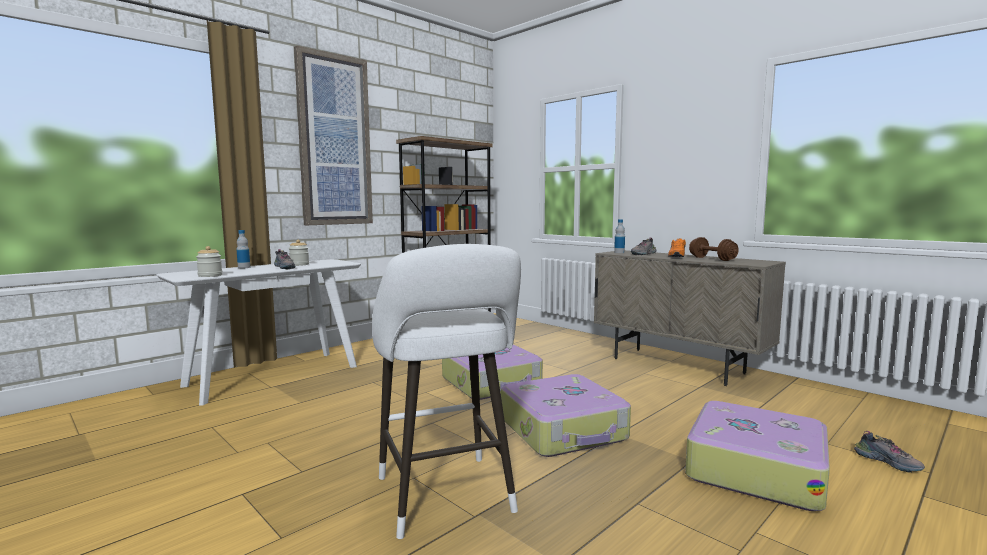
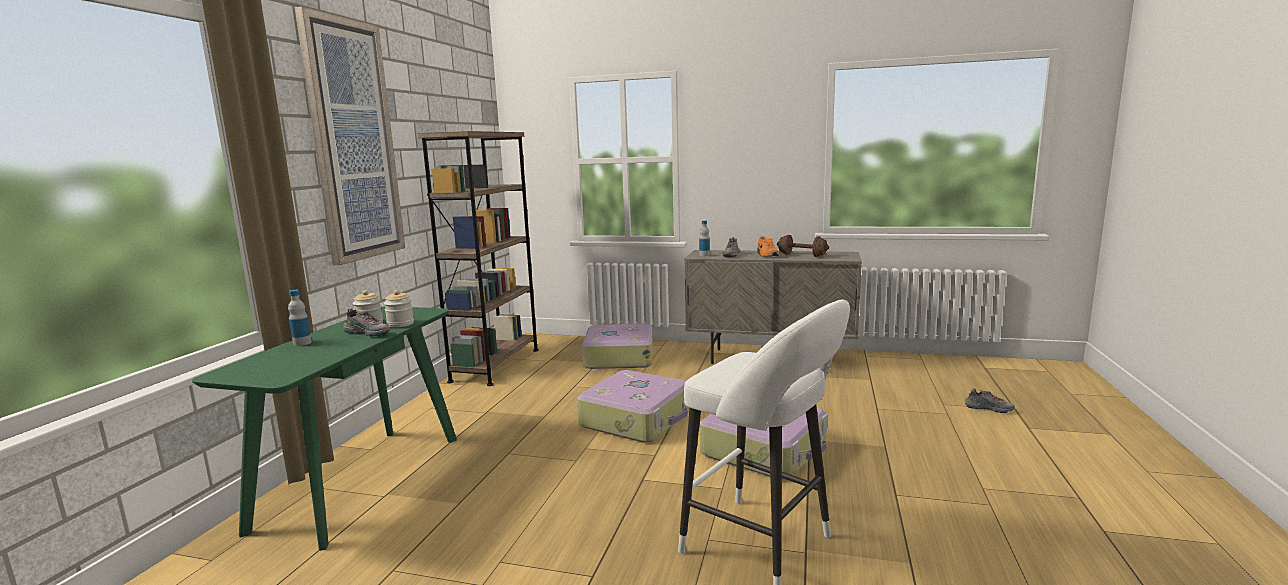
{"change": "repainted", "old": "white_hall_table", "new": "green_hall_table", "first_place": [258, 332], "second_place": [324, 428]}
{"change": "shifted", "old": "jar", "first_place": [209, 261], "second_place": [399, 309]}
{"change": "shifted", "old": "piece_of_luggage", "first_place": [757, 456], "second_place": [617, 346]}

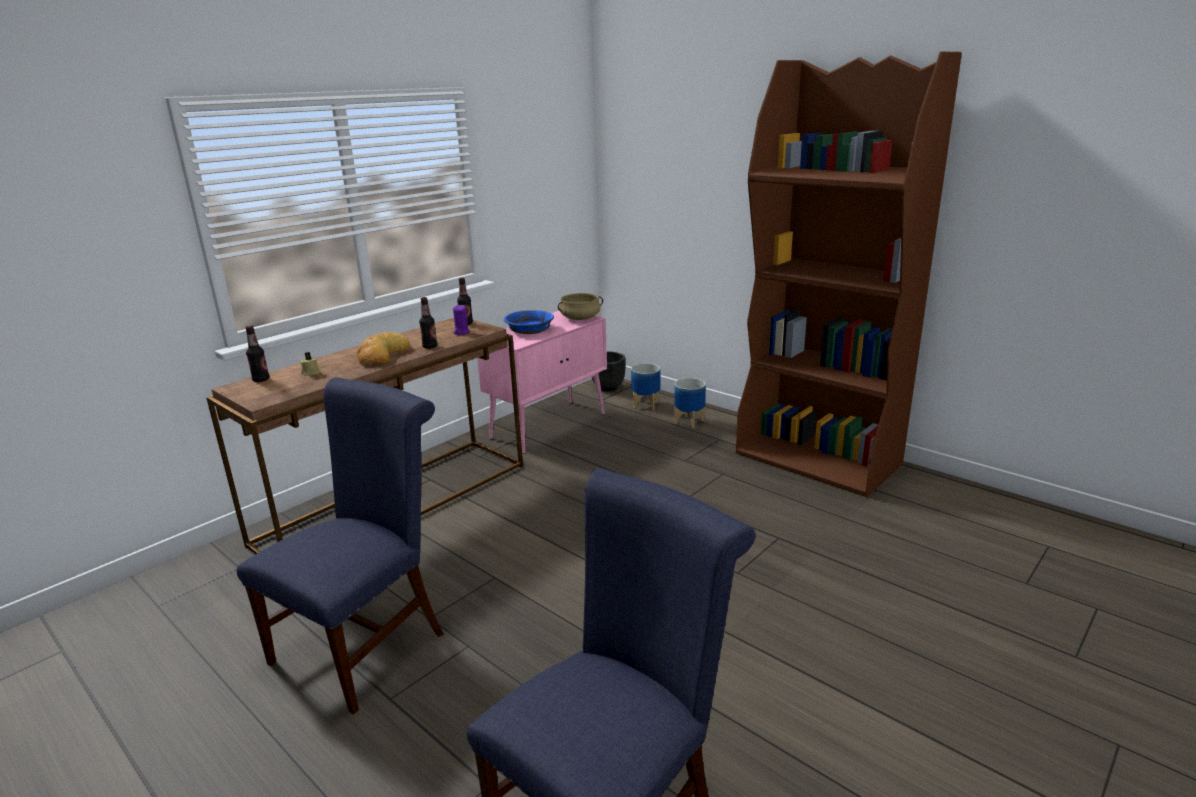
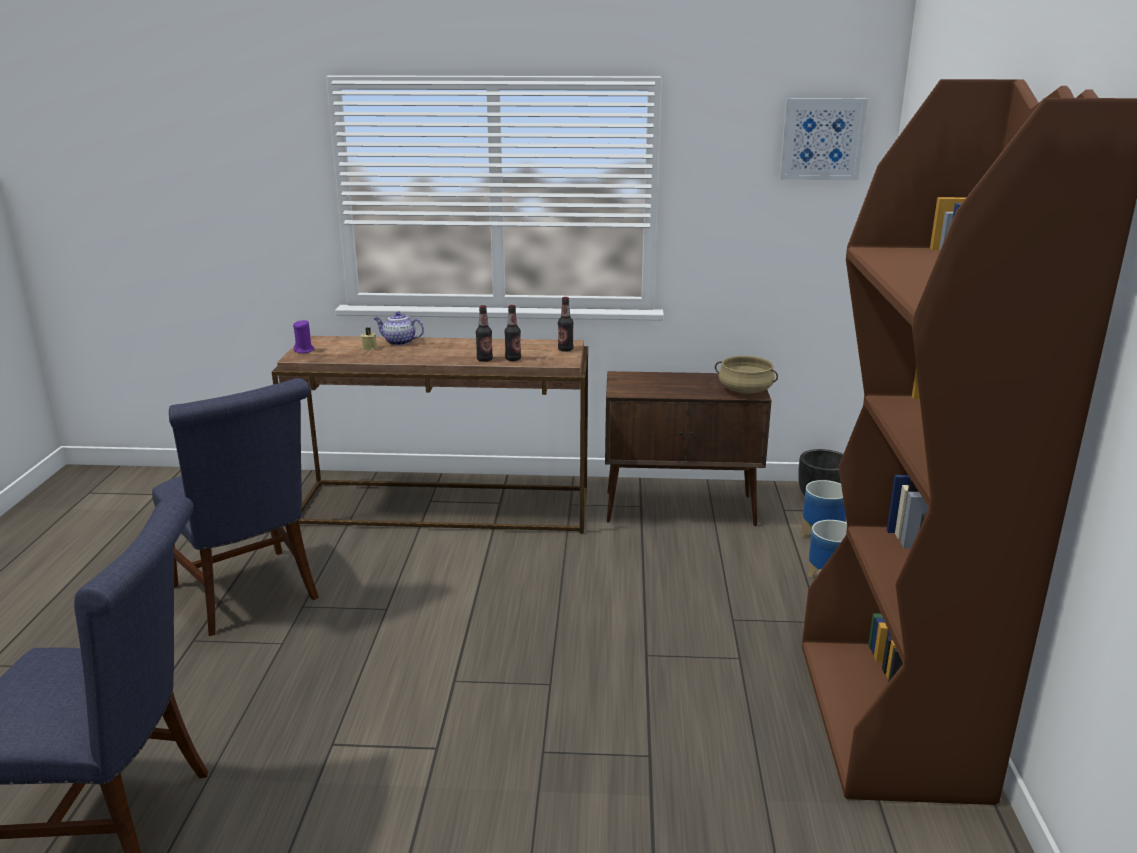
{"change": "rotated", "old": "blue-coloured_plain_chair", "first_place": [340, 545], "second_place": [235, 507], "degrees": 60}
{"change": "shifted", "old": "purple-coloured_wax_light", "first_place": [461, 320], "second_place": [303, 336]}
{"change": "new", "new": "pot_for_tea", "second_place": [399, 328]}
{"change": "shifted", "old": "drink_bottle", "first_place": [257, 354], "second_place": [512, 333]}
{"change": "repainted", "old": "pink-coloured_cupboard", "new": "brown-coloured_cupboard", "first_place": [542, 382], "second_place": [688, 448]}
{"change": "new", "new": "wall_art", "second_place": [823, 139]}
{"change": "gone", "old": "bread", "first_place": [383, 348]}
{"change": "gone", "old": "blue-coloured_deep_dish", "first_place": [529, 322]}

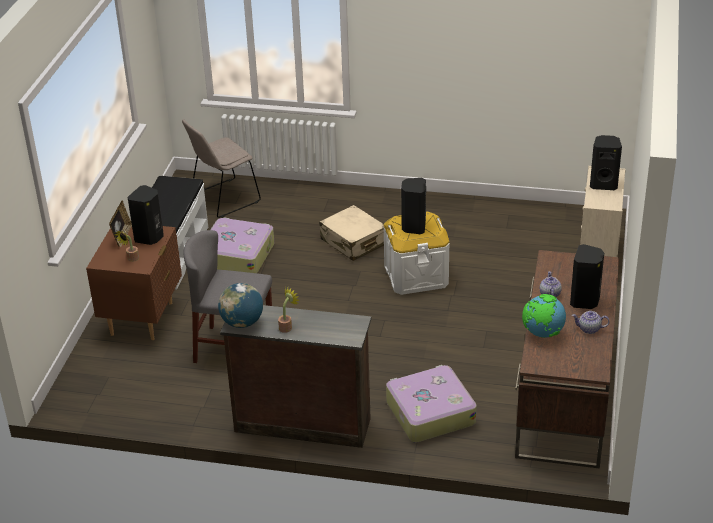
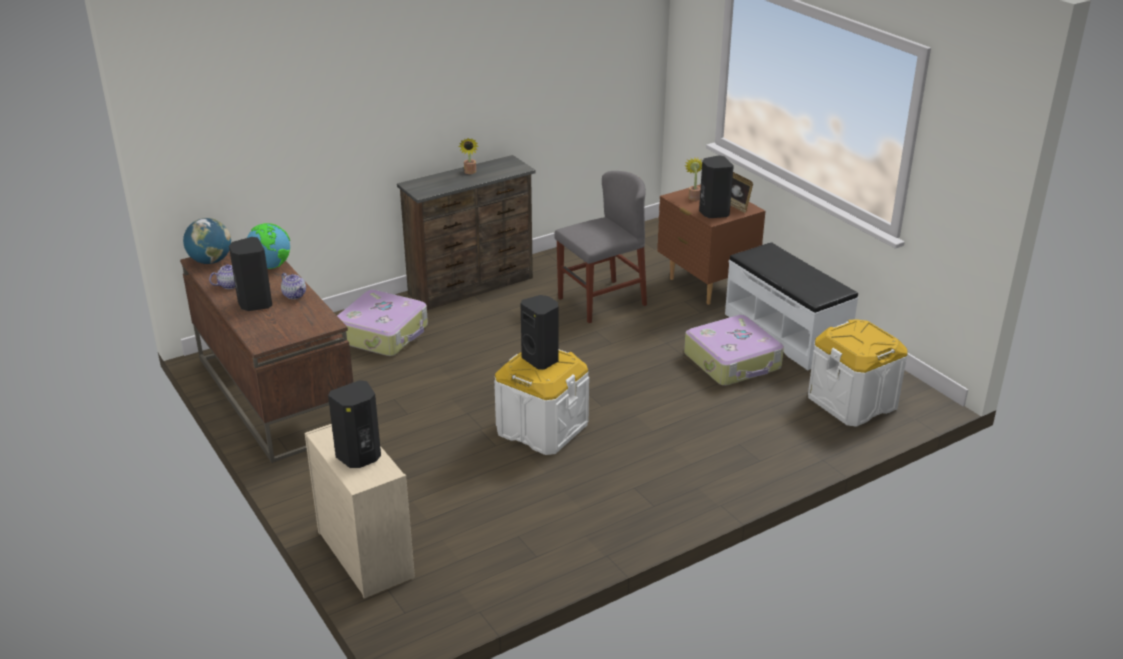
{"change": "shifted", "old": "globe", "first_place": [240, 305], "second_place": [207, 241]}
{"change": "swapped", "old": "sand-coloured_plain_chair", "new": "white_storage_box", "first_place": [221, 168], "second_place": [857, 373]}
{"change": "gone", "old": "sand-coloured_piece_of_luggage", "first_place": [351, 233]}

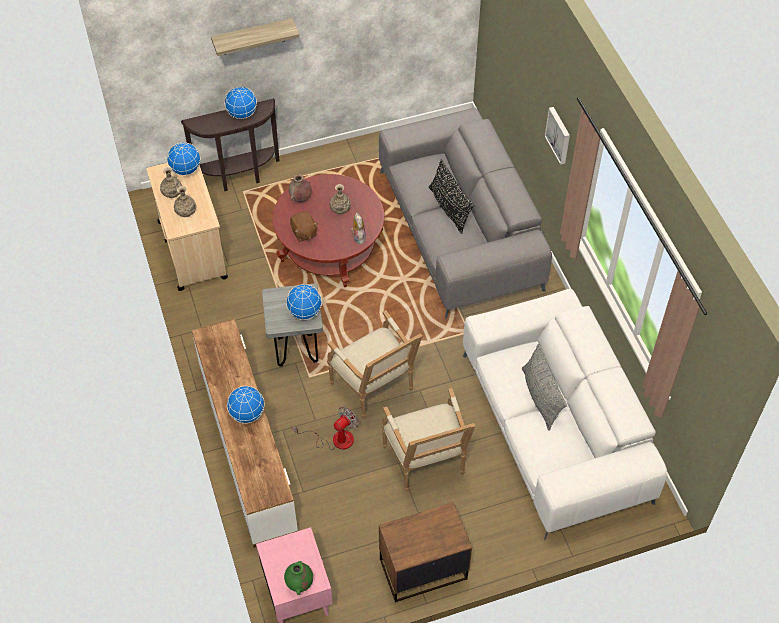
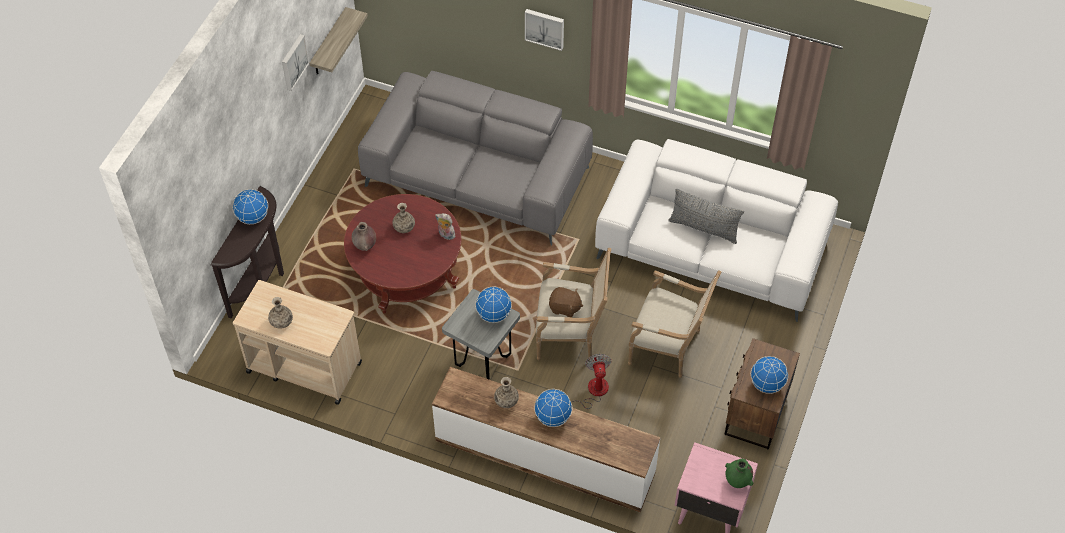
{"change": "new", "new": "wall_art", "second_place": [296, 62]}
{"change": "shifted", "old": "bracket_shelf", "first_place": [255, 37], "second_place": [339, 41]}
{"change": "shifted", "old": "decorative_vase", "first_place": [185, 201], "second_place": [506, 392]}
{"change": "shifted", "old": "brown-coloured_soft_toy", "first_place": [304, 227], "second_place": [566, 302]}
{"change": "shifted", "old": "globe", "first_place": [184, 158], "second_place": [769, 375]}
{"change": "gone", "old": "blackish_cushion", "first_place": [452, 197]}

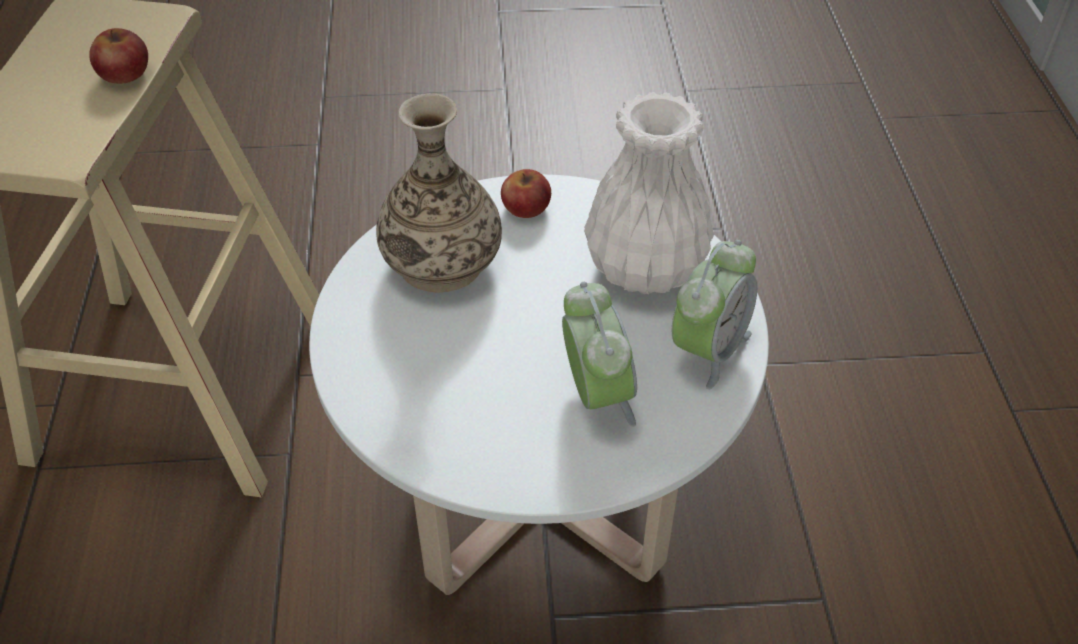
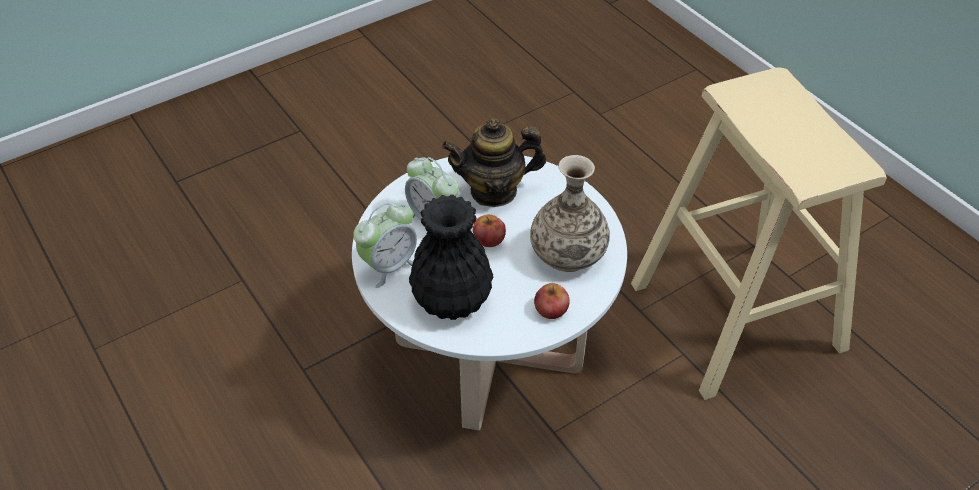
{"change": "rotated", "old": "table_clock", "first_place": [714, 314], "second_place": [385, 245], "degrees": -135}
{"change": "repainted", "old": "white_decorative_vase", "new": "blackish_decorative_vase", "first_place": [649, 193], "second_place": [451, 257]}
{"change": "new", "new": "pot_for_tea", "second_place": [494, 162]}
{"change": "shifted", "old": "apple_fruit", "first_place": [118, 56], "second_place": [489, 231]}

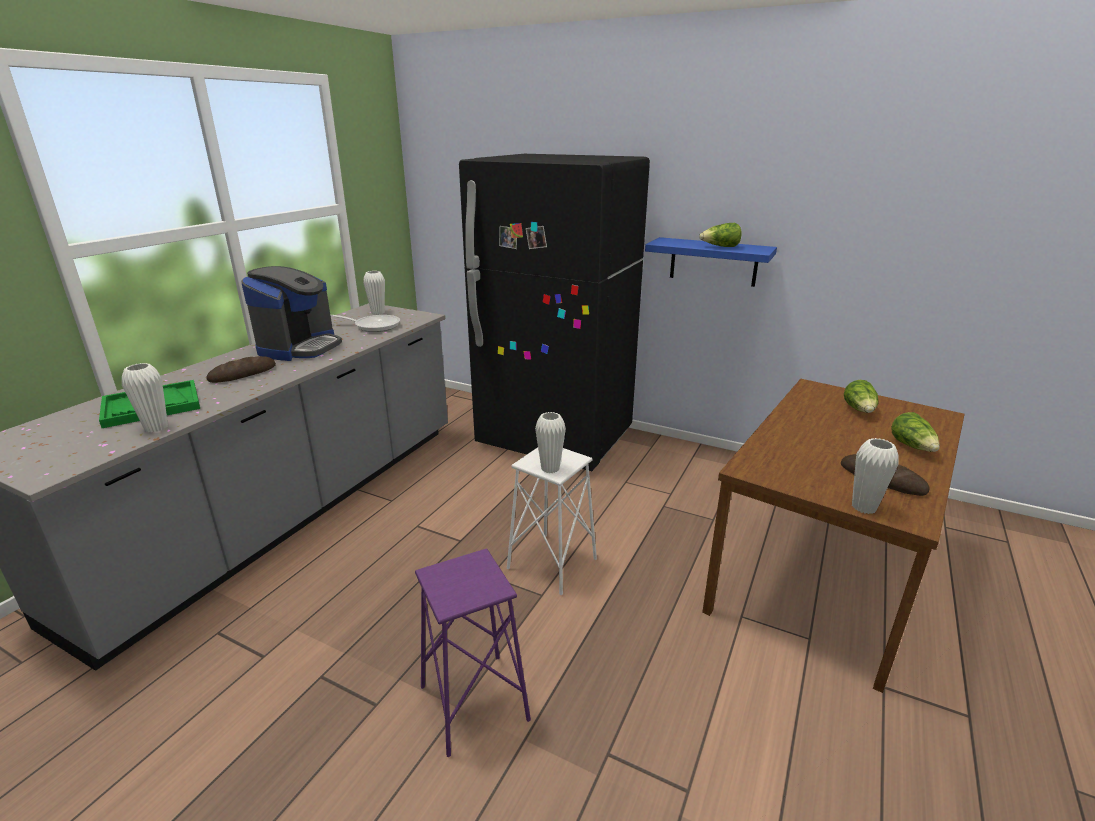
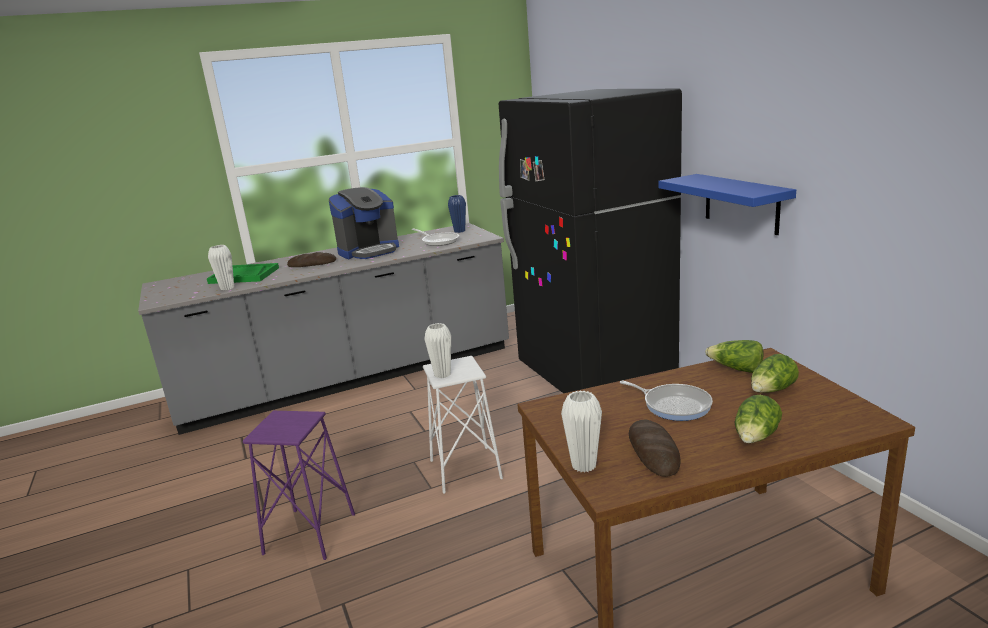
{"change": "repainted", "old": "white_decorative_vase", "new": "blue-coloured_decorative_vase", "first_place": [374, 293], "second_place": [457, 214]}
{"change": "new", "new": "frying_pan", "second_place": [666, 401]}
{"change": "shifted", "old": "lettuce", "first_place": [720, 235], "second_place": [734, 356]}

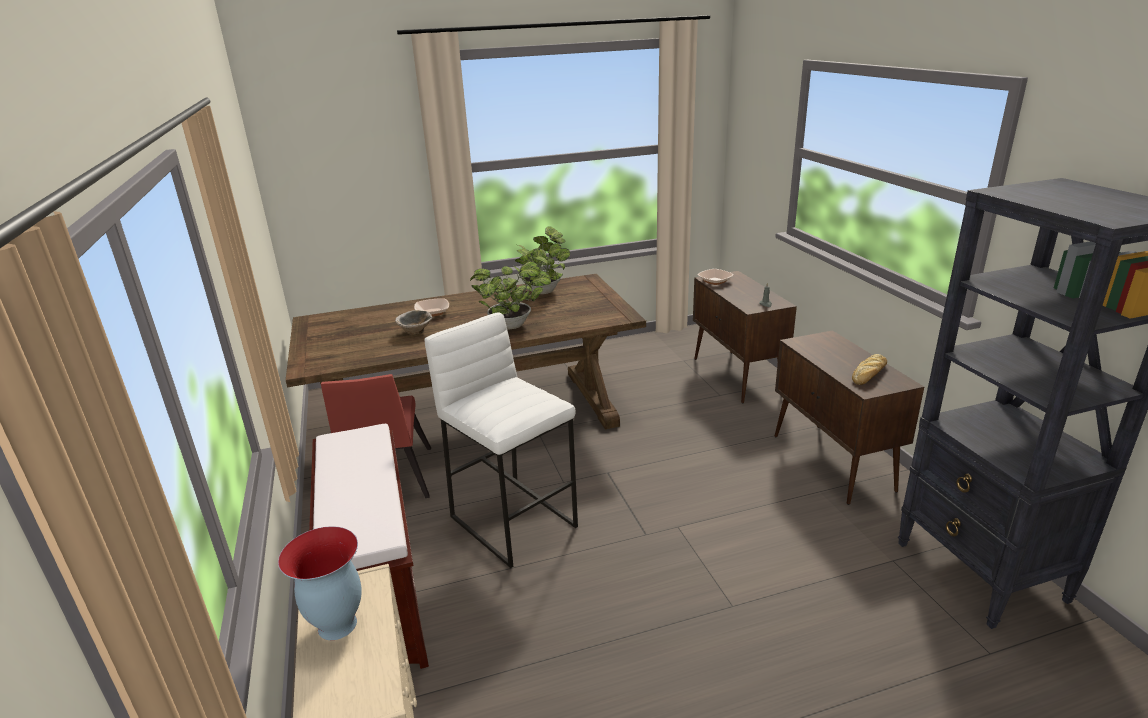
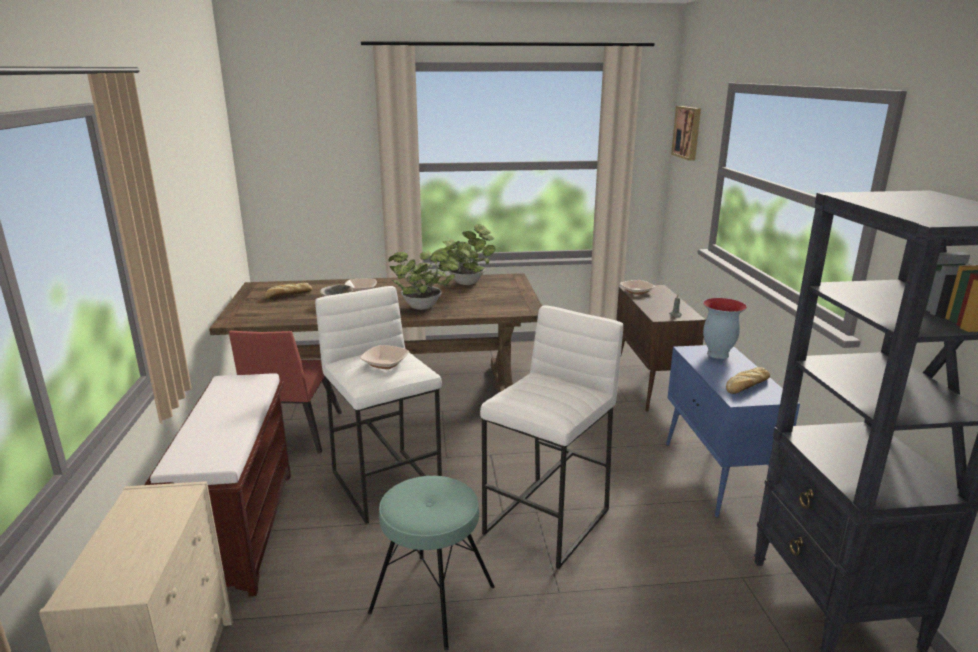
{"change": "new", "new": "bread", "second_place": [288, 291]}
{"change": "new", "new": "deep_dish", "second_place": [384, 357]}
{"change": "new", "new": "blue-green_stool", "second_place": [431, 563]}
{"change": "new", "new": "white_stool", "second_place": [551, 437]}
{"change": "repainted", "old": "brown-coloured_cupboard", "new": "blue-coloured_cupboard", "first_place": [849, 417], "second_place": [733, 431]}
{"change": "new", "new": "wall_art", "second_place": [686, 133]}
{"change": "shifted", "old": "decorative_vase", "first_place": [320, 583], "second_place": [725, 328]}

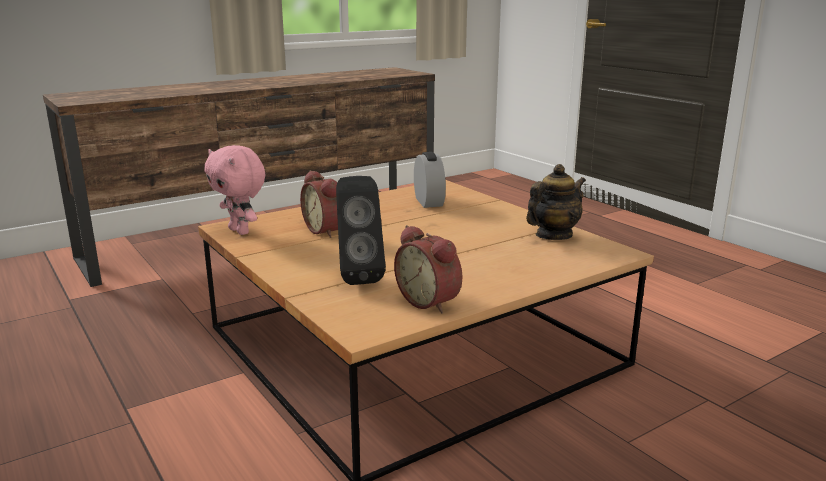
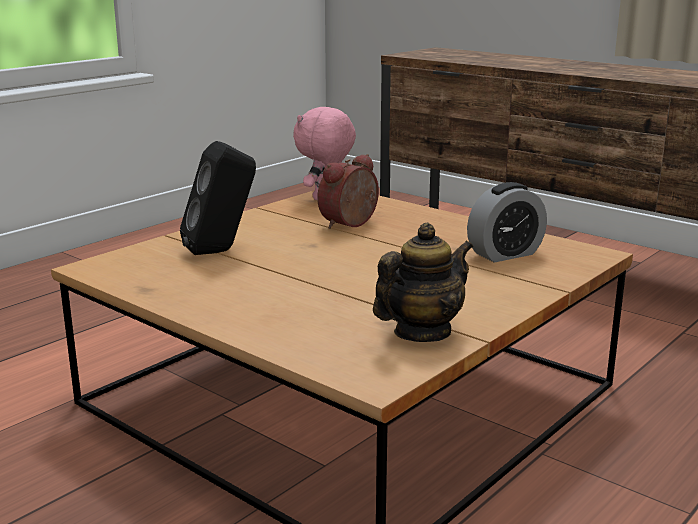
{"change": "rotated", "old": "pot_for_tea", "first_place": [556, 202], "second_place": [423, 282], "degrees": -75}
{"change": "gone", "old": "table_clock", "first_place": [428, 269]}

